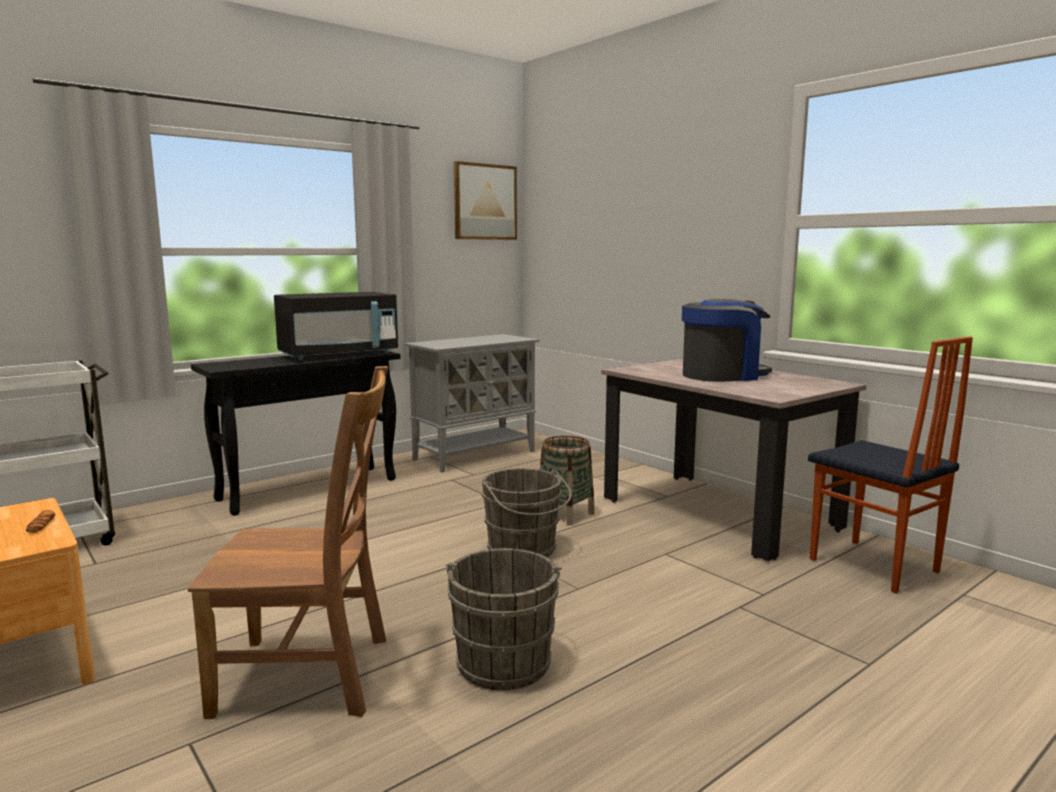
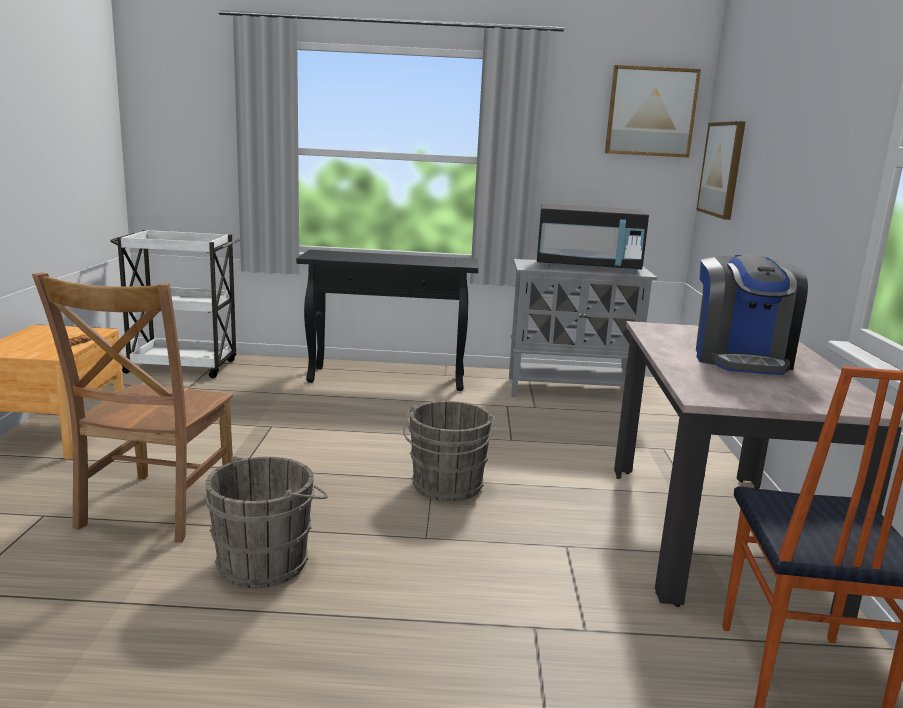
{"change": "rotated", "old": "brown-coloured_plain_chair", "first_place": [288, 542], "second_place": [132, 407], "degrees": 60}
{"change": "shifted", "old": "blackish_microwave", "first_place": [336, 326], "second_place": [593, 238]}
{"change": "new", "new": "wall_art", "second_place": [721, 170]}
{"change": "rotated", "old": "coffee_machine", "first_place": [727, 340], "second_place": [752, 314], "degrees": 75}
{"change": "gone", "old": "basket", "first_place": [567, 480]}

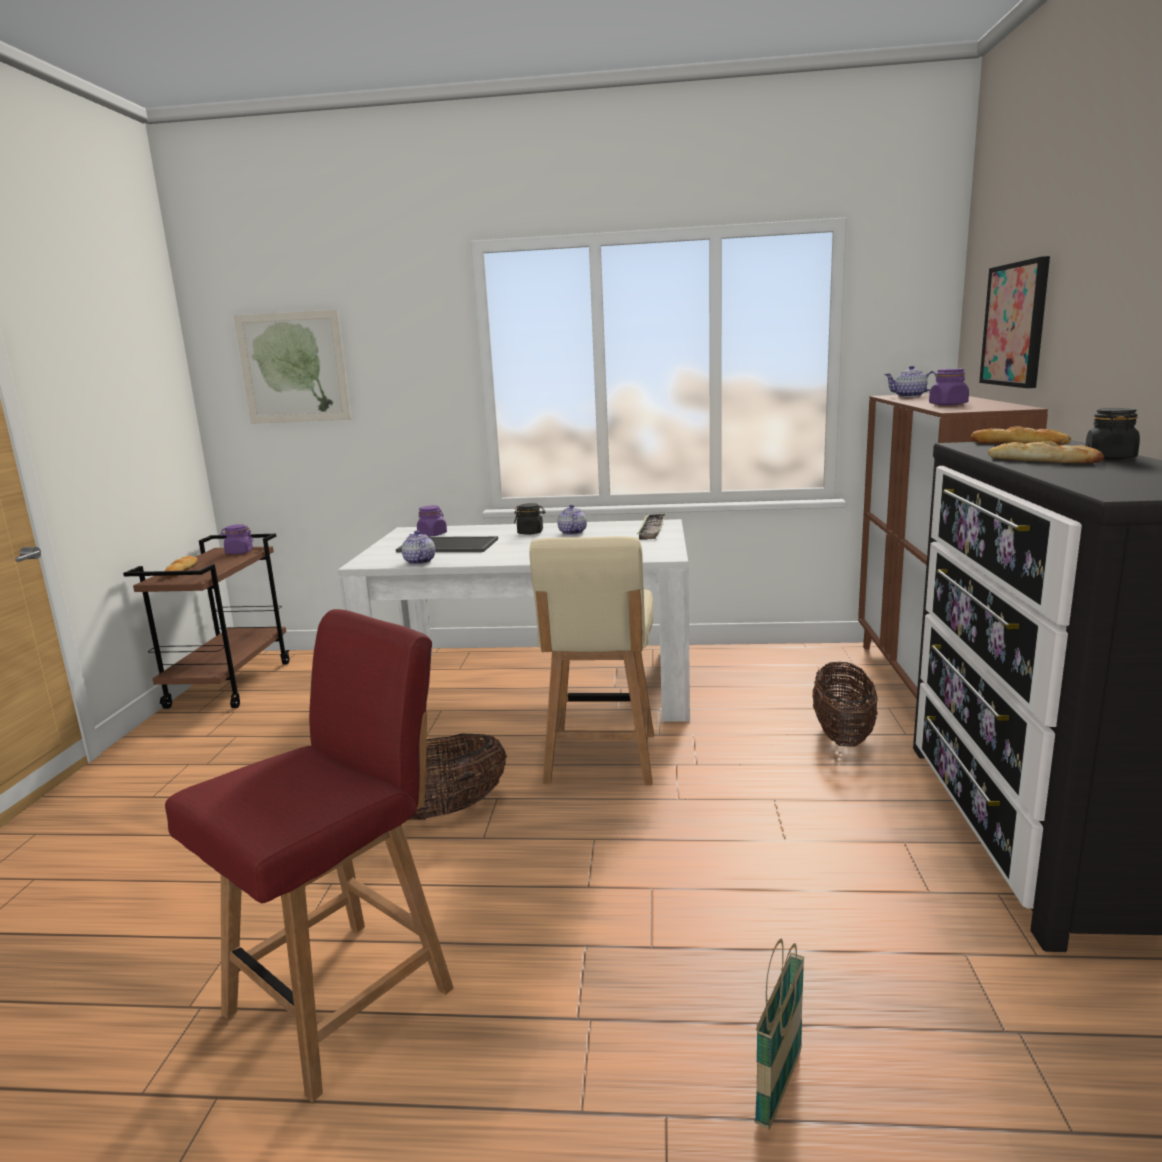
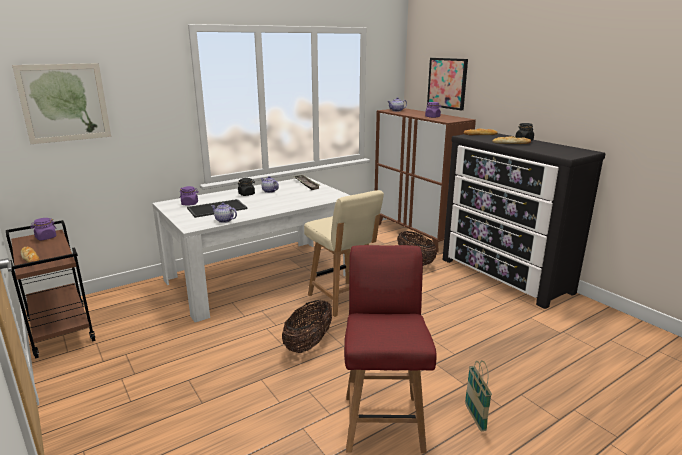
{"change": "shifted", "old": "basket", "first_place": [779, 1034], "second_place": [478, 395]}

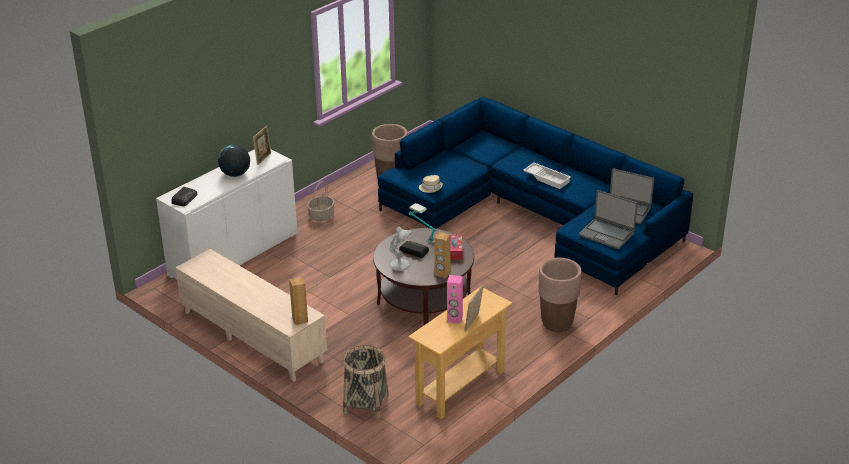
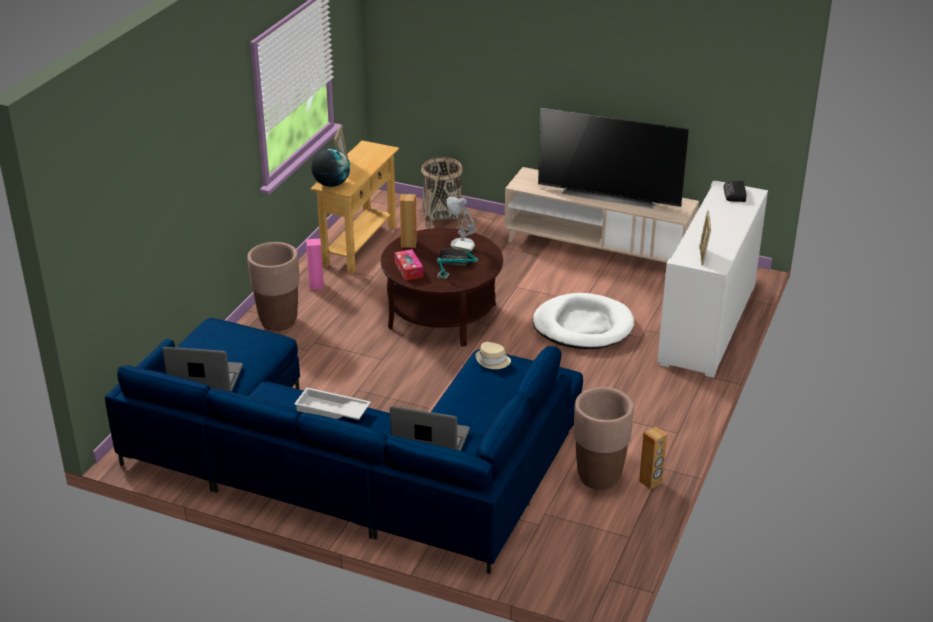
{"change": "shifted", "old": "pink-coloured_audio_speaker", "first_place": [455, 299], "second_place": [315, 264]}
{"change": "shifted", "old": "globe", "first_place": [234, 161], "second_place": [330, 167]}
{"change": "shifted", "old": "laptop", "first_place": [608, 219], "second_place": [430, 428]}
{"change": "new", "new": "white_dog_cushion", "second_place": [583, 321]}
{"change": "new", "new": "TV", "second_place": [613, 158]}
{"change": "shifted", "old": "brown-coloured_audio_speaker", "first_place": [298, 301], "second_place": [653, 457]}
{"change": "gone", "old": "basket", "first_place": [320, 201]}

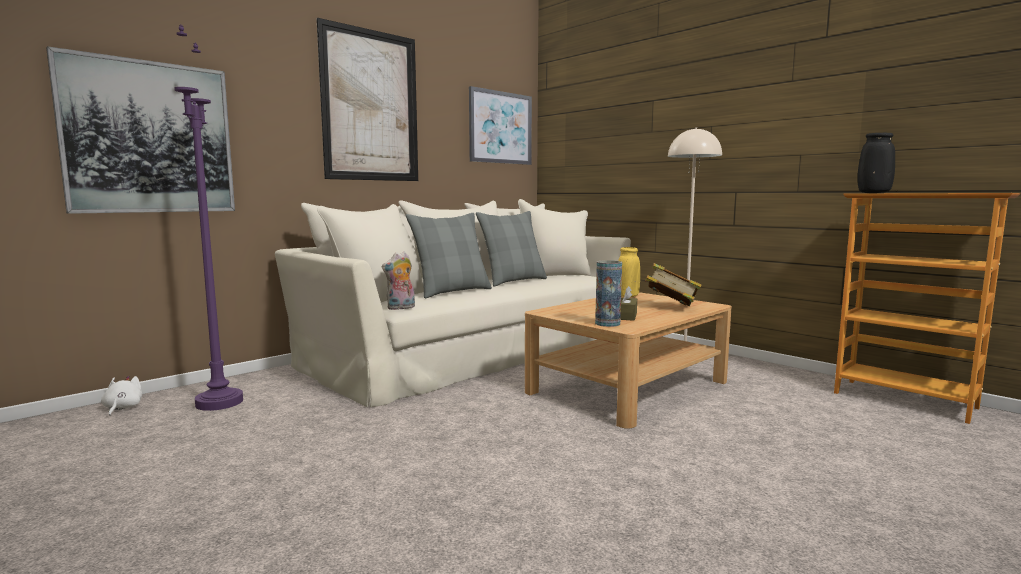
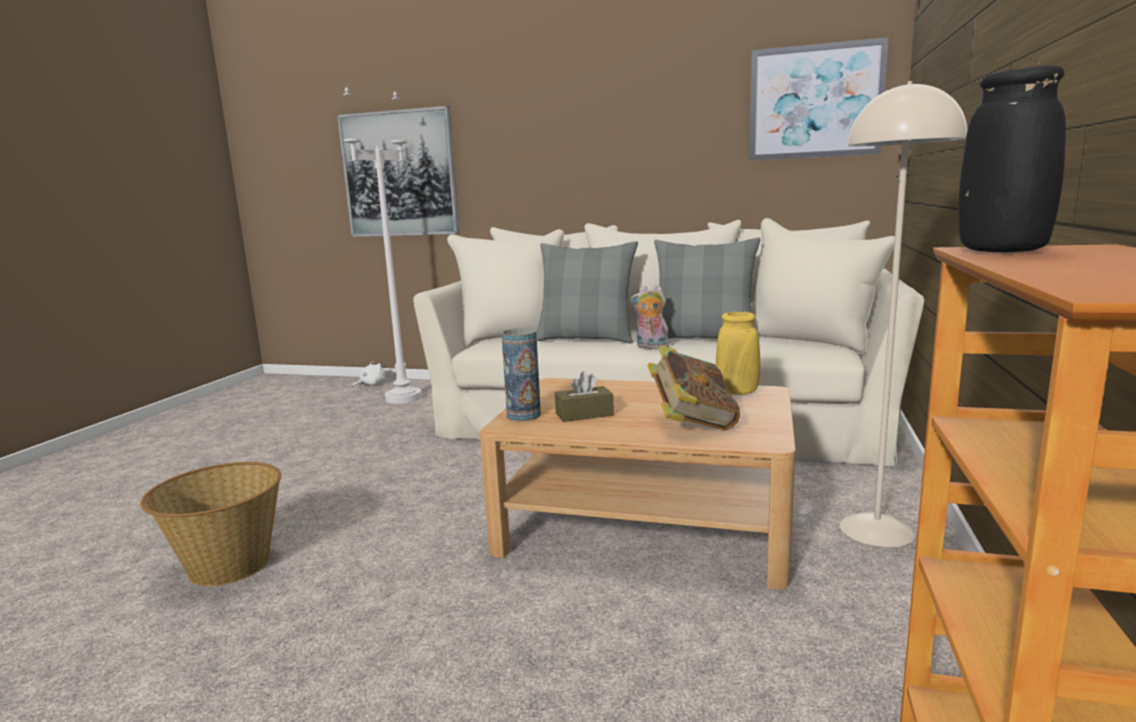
{"change": "new", "new": "basket", "second_place": [211, 524]}
{"change": "repainted", "old": "purple-coloured_standard_lamp", "new": "white_standard_lamp", "first_place": [208, 217], "second_place": [382, 245]}
{"change": "shifted", "old": "soft_toy", "first_place": [398, 281], "second_place": [650, 316]}
{"change": "gone", "old": "wall_art", "first_place": [367, 99]}

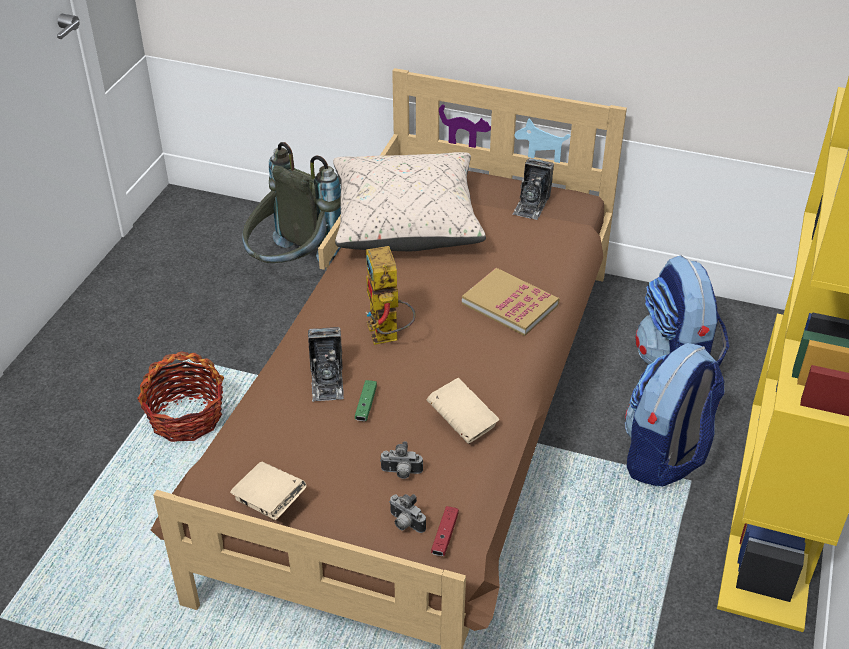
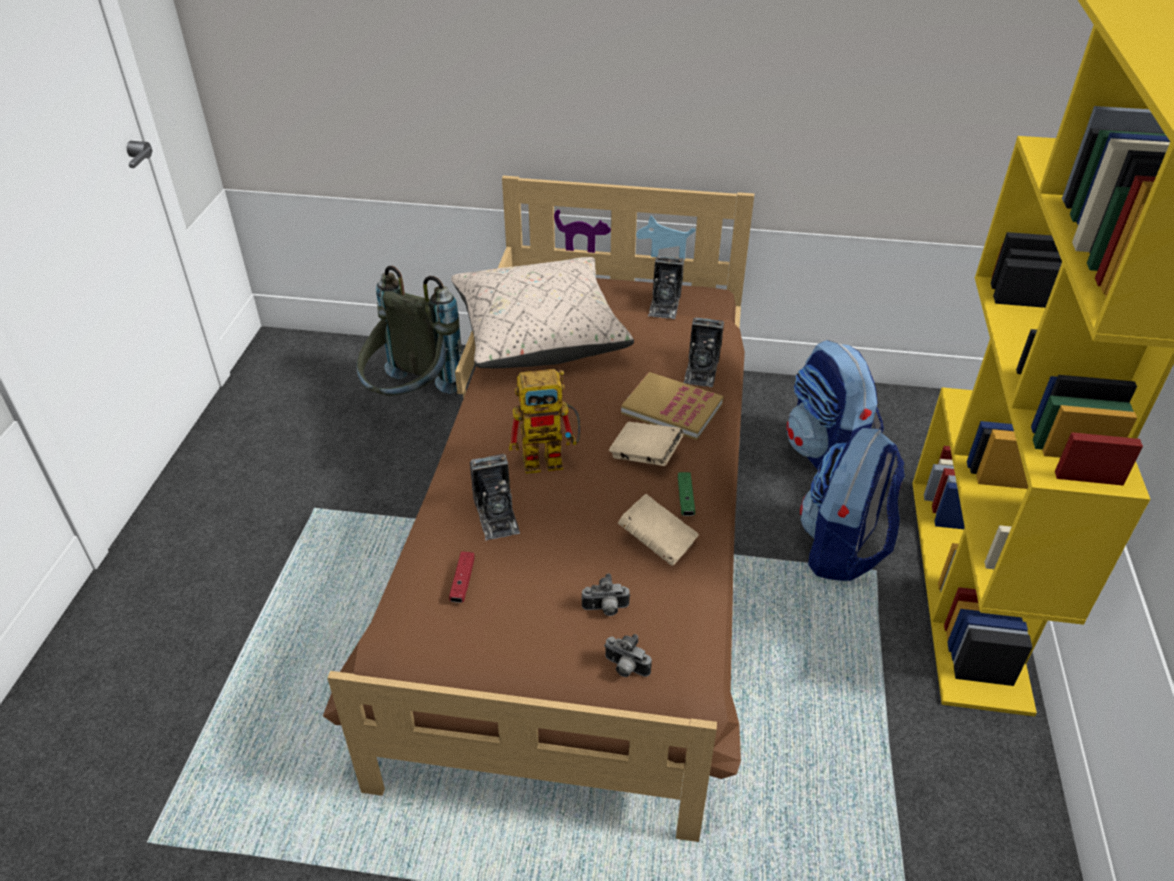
{"change": "shifted", "old": "red_game_controller", "first_place": [445, 531], "second_place": [462, 577]}
{"change": "rotated", "old": "toy_robot", "first_place": [391, 295], "second_place": [544, 421], "degrees": -75}
{"change": "shifted", "old": "sand-coloured_volume", "first_place": [268, 491], "second_place": [646, 444]}
{"change": "shifted", "old": "green_game_controller", "first_place": [366, 400], "second_place": [686, 494]}
{"change": "new", "new": "photo_camera", "second_place": [703, 352]}
{"change": "gone", "old": "basket", "first_place": [180, 396]}

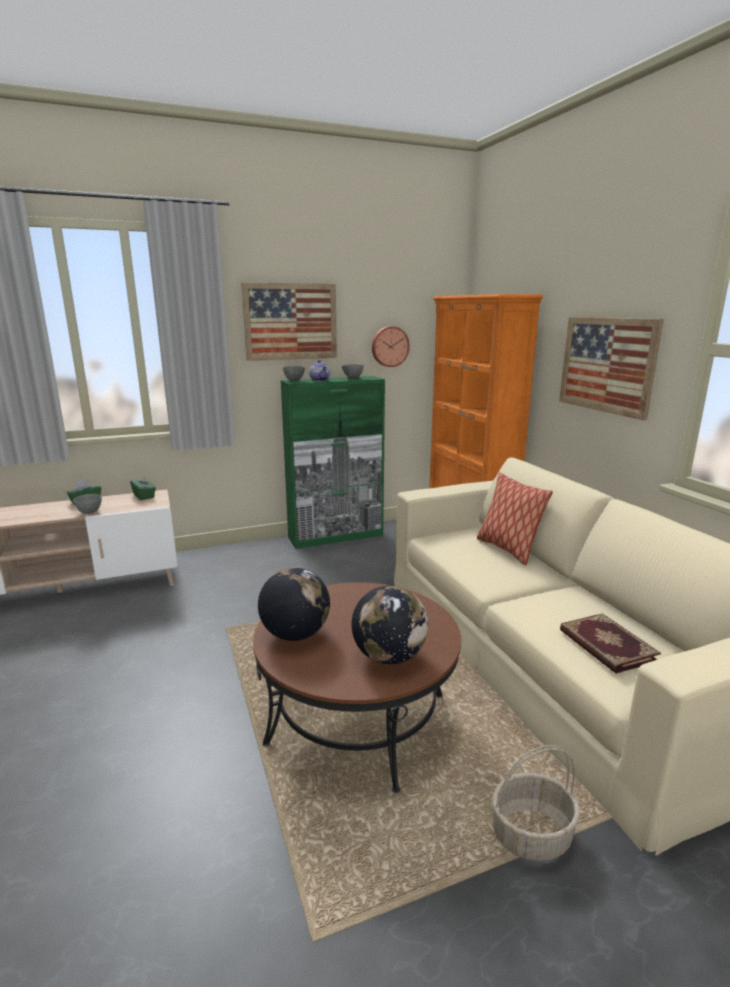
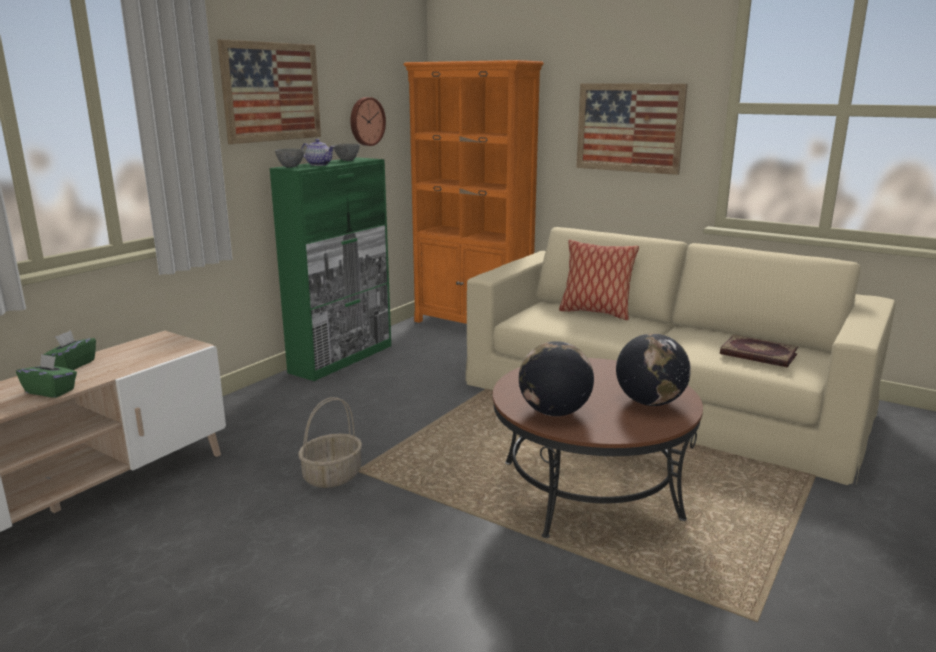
{"change": "shifted", "old": "green_box_of_tissues", "first_place": [143, 487], "second_place": [46, 376]}
{"change": "shifted", "old": "basket", "first_place": [536, 803], "second_place": [330, 442]}
{"change": "gone", "old": "gray_deep_dish", "first_place": [87, 504]}

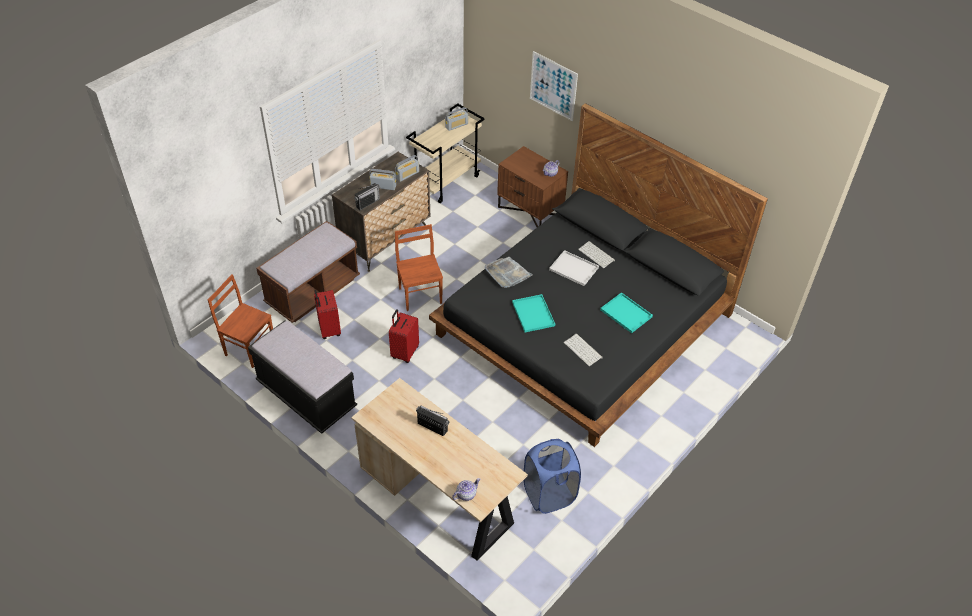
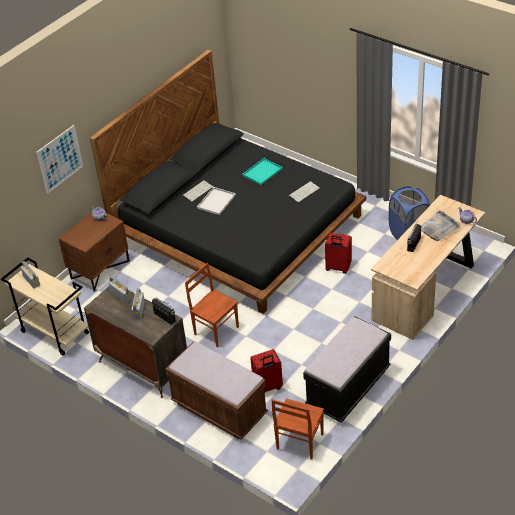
{"change": "rotated", "old": "brown-coloured_plain_chair", "first_place": [419, 267], "second_place": [212, 305], "degrees": 60}
{"change": "shifted", "old": "red_piece_of_luggage", "first_place": [404, 336], "second_place": [338, 253]}
{"change": "shifted", "old": "gray_carrying_tray", "first_place": [509, 272], "second_place": [440, 225]}
{"change": "gone", "old": "blue-green_carrying_tray", "first_place": [533, 313]}

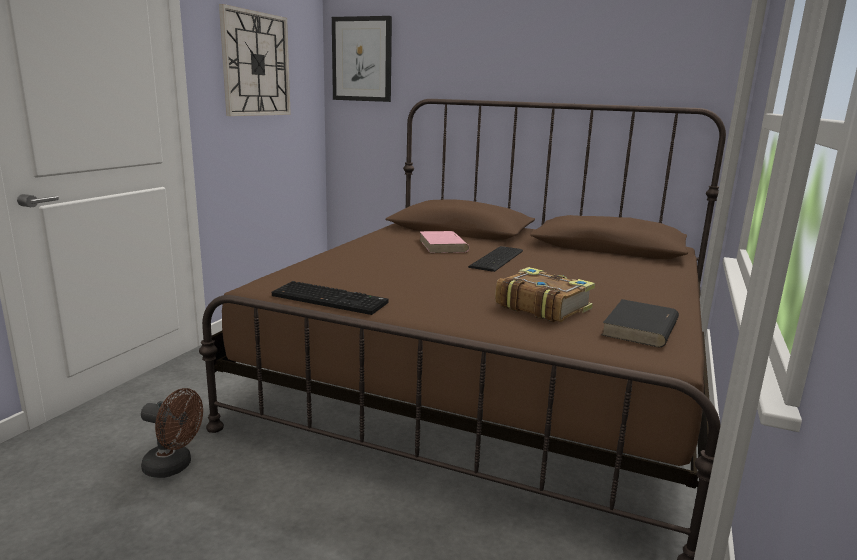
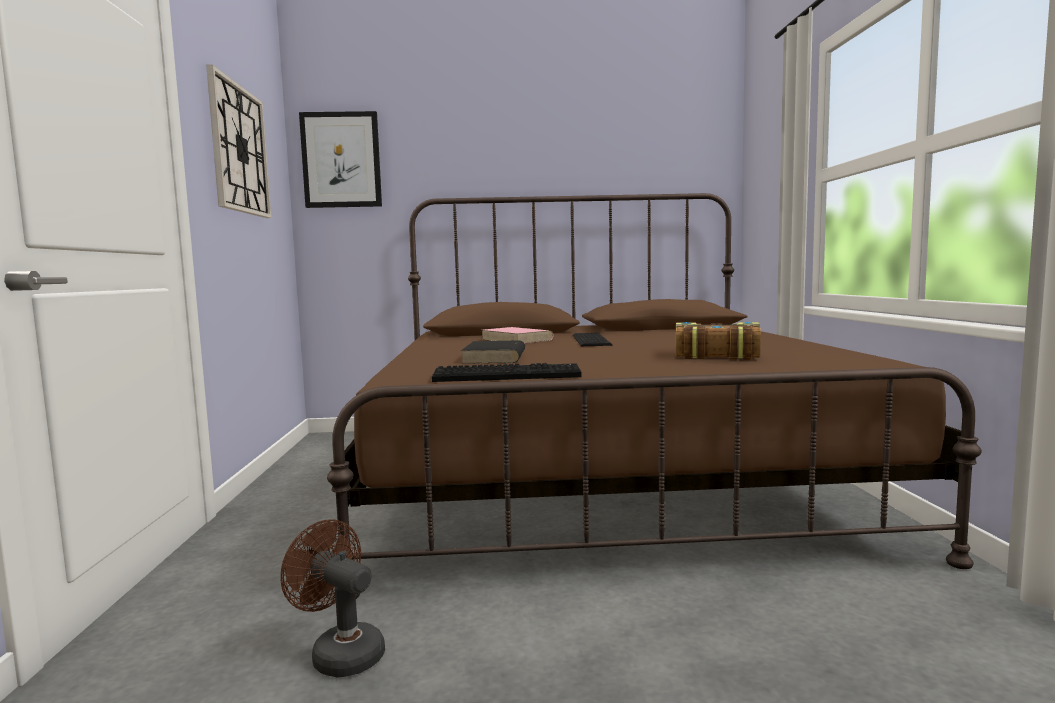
{"change": "rotated", "old": "brown-coloured_electric_fan", "first_place": [172, 433], "second_place": [333, 599], "degrees": -135}
{"change": "shifted", "old": "blackish_volume", "first_place": [640, 323], "second_place": [493, 352]}

